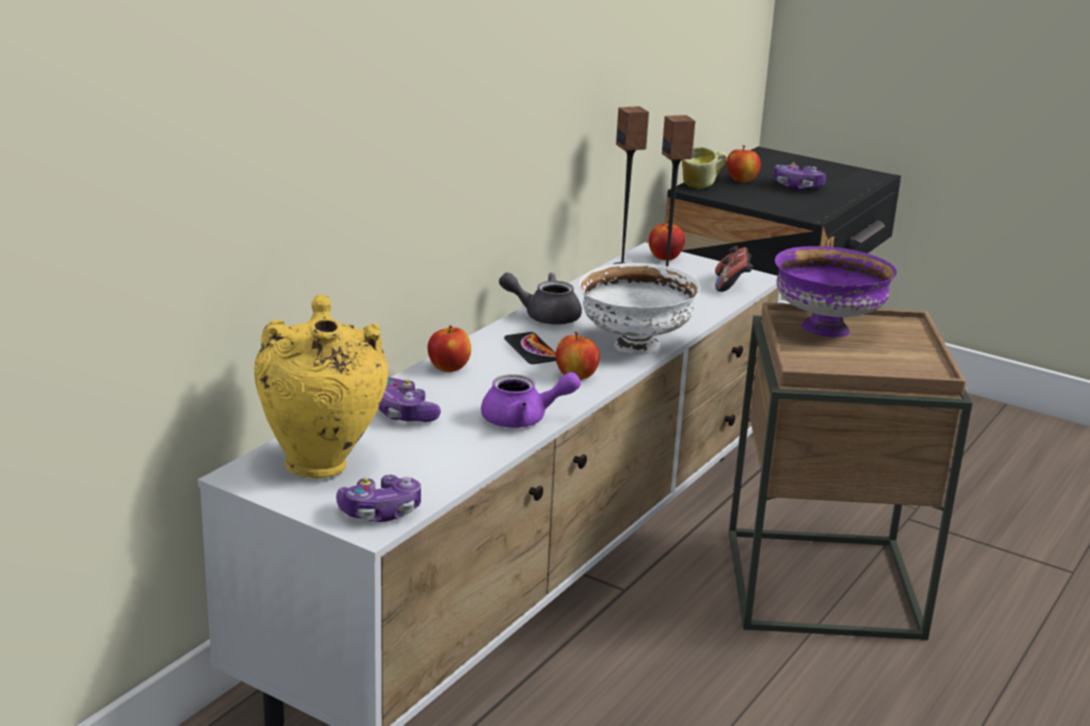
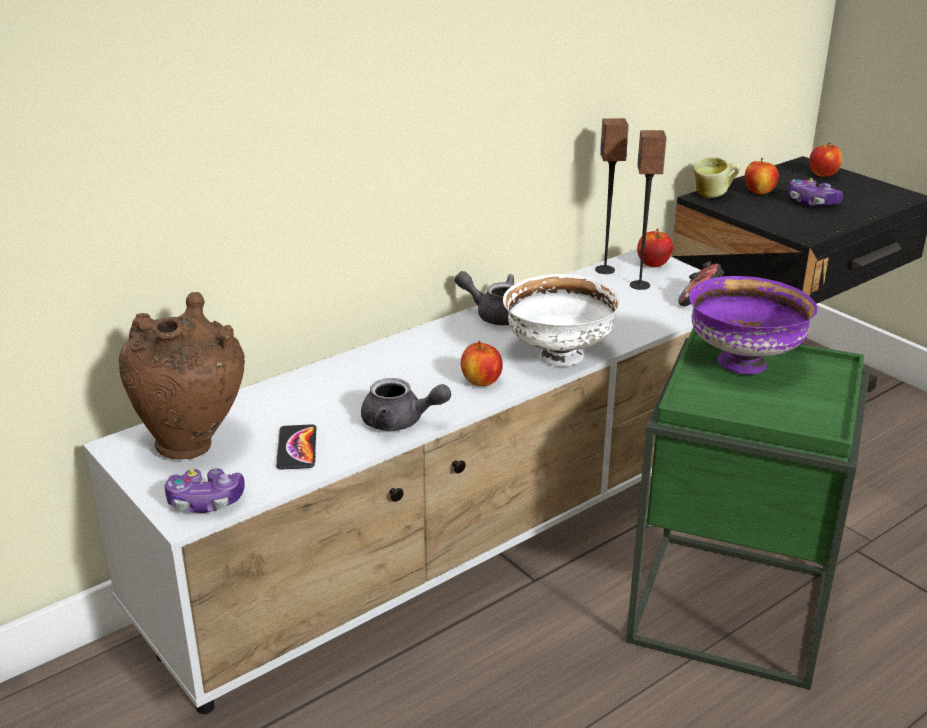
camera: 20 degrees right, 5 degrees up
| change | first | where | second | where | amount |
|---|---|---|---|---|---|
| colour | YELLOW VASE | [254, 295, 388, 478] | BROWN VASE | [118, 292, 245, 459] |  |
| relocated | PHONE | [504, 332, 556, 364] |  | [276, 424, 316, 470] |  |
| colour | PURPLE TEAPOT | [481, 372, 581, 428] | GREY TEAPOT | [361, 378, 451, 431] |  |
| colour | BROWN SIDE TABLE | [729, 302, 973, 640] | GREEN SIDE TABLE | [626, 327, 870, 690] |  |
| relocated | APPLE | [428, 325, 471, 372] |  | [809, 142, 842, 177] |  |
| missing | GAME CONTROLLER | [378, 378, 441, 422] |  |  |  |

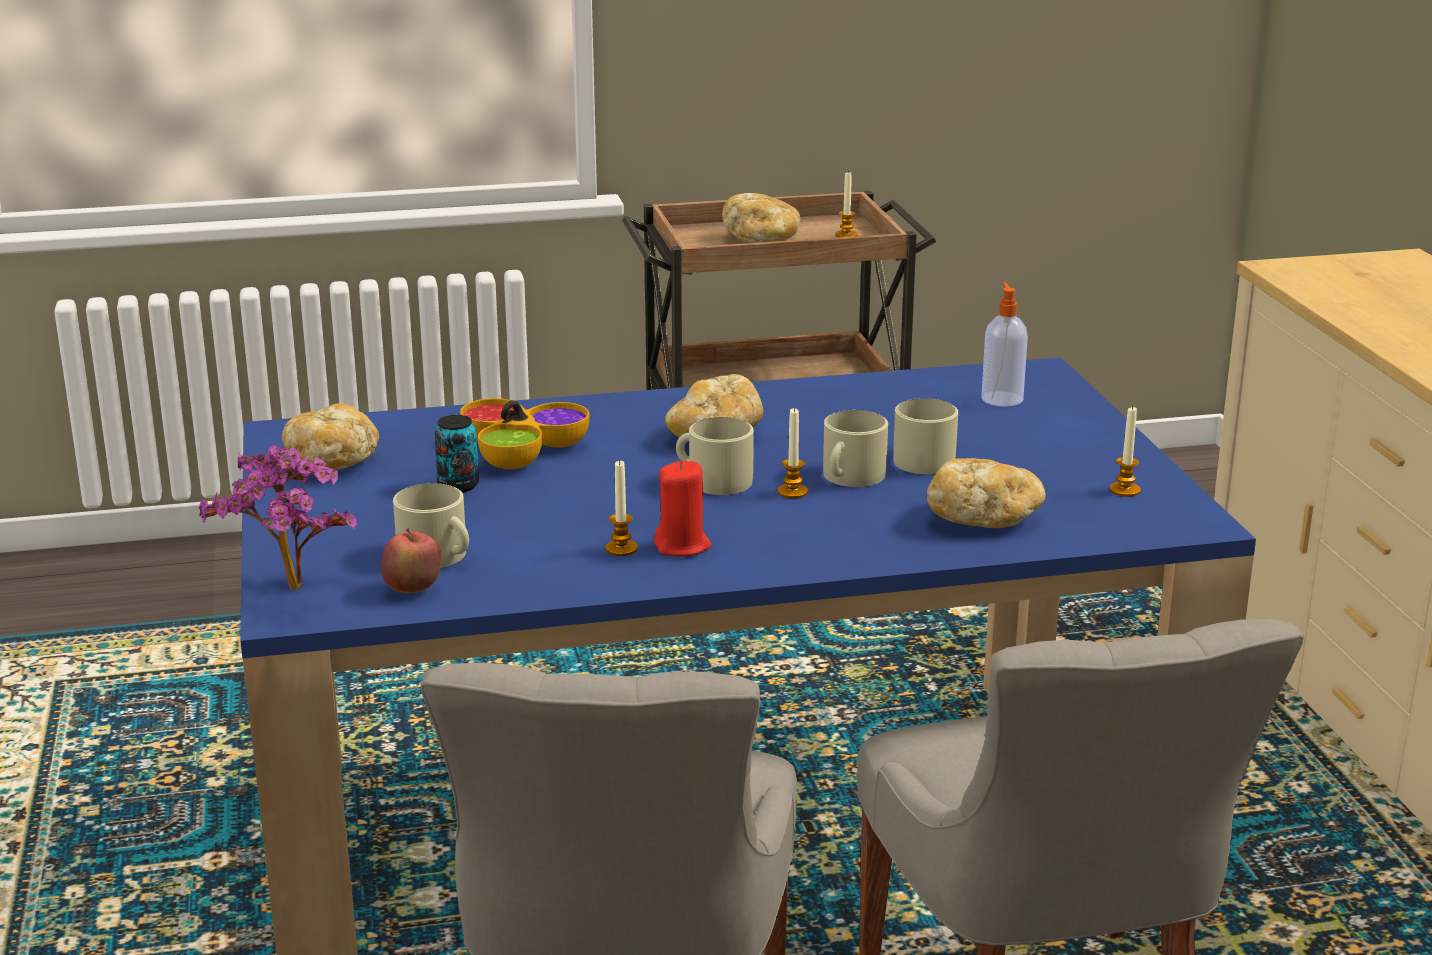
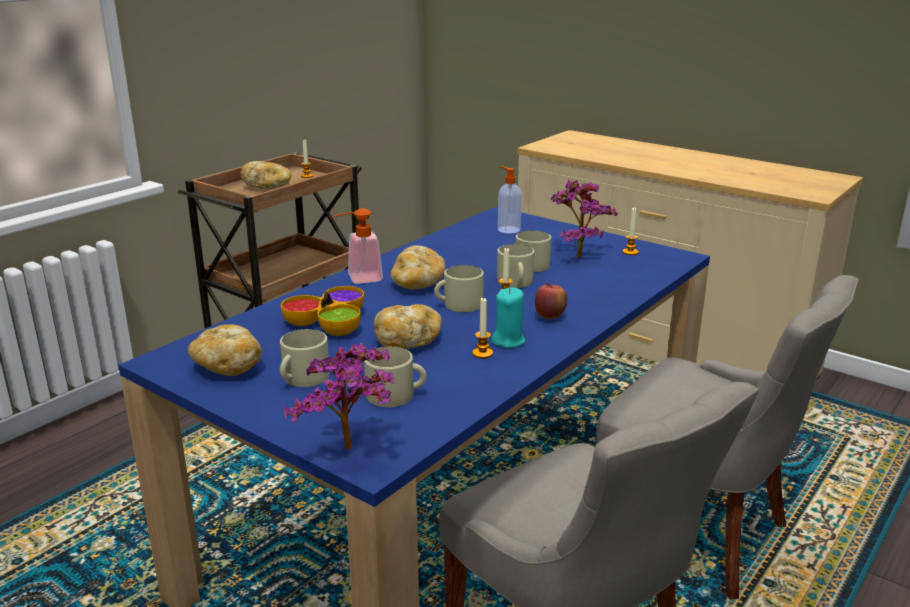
camera: 40 degrees left, 0 degrees up
| change | first | where | second | where | amount |
|---|---|---|---|---|---|
| appeared |  |  | BEIGE MUG | [280, 329, 329, 387] |  |
| appeared |  |  | SOAP DISPENSER | [332, 208, 383, 284] |  |
| relocated | BREAD | [927, 458, 1046, 528] |  | [374, 304, 442, 349] |  |
| colour | RED CANDLE | [654, 461, 711, 557] | TURQUOISE CANDLE | [491, 287, 525, 348] |  |
| relocated | APPLE | [381, 528, 442, 593] |  | [535, 283, 567, 319] |  |
| appeared |  |  | POTTED PLANT | [550, 180, 618, 259] |  |
| missing | CAN | [434, 415, 479, 492] |  |  |  |

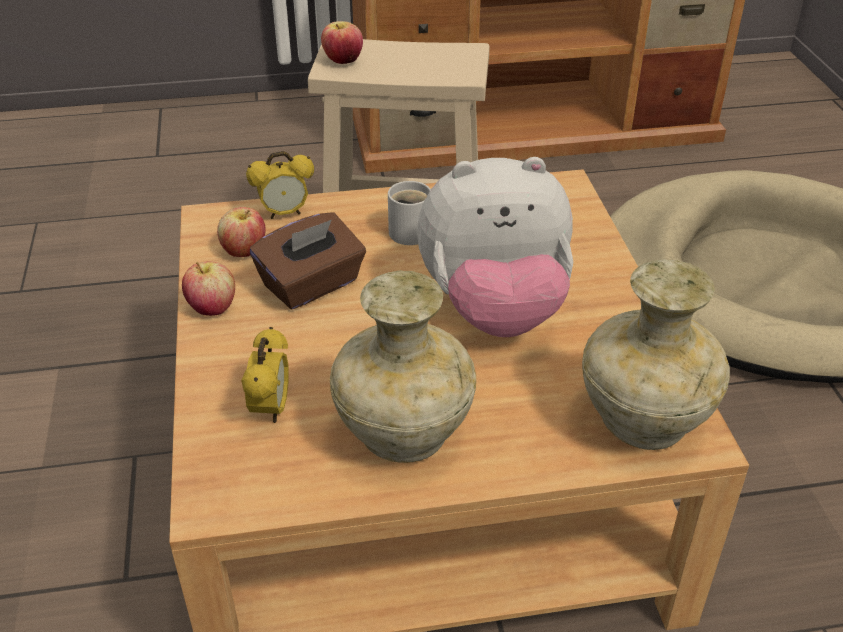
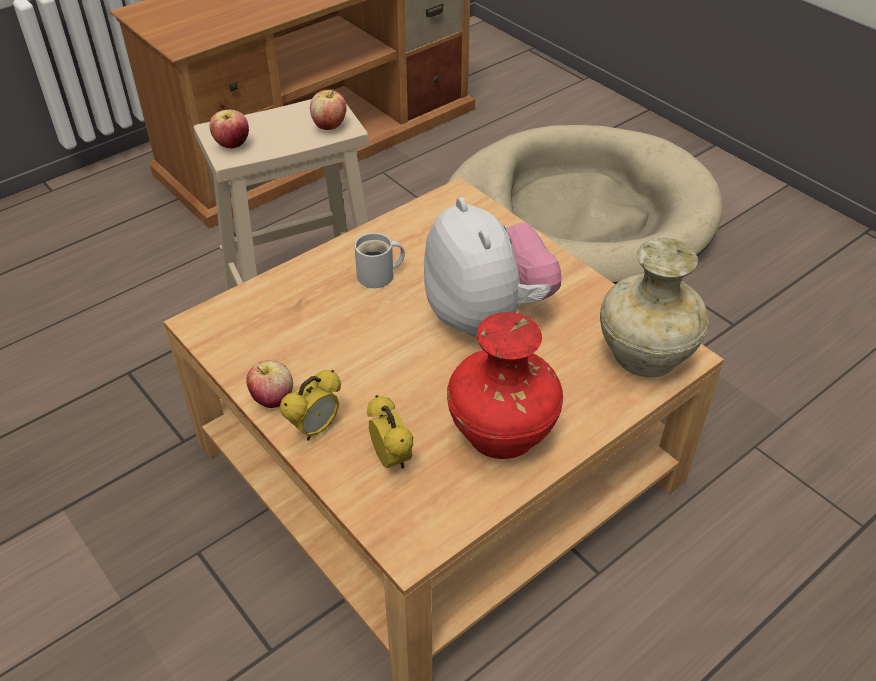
camera: 30 degrees left, 5 degrees up
| change | first | where | second | where | amount |
|---|---|---|---|---|---|
| relocated | ALARM CLOCK | [246, 151, 314, 219] |  | [280, 370, 341, 441] |  |
| relocated | APPLE | [217, 207, 266, 257] |  | [310, 89, 347, 130] |  |
| spun | PLUSH TOY | [417, 157, 573, 337] |  | [424, 197, 561, 337] | 75 degrees counterclockwise |
| colour | BEIGE VASE | [330, 270, 476, 463] | RED VASE | [447, 312, 563, 459] |  |
| missing | BROWN TISSUE BOX | [250, 213, 366, 309] |  |  |  |

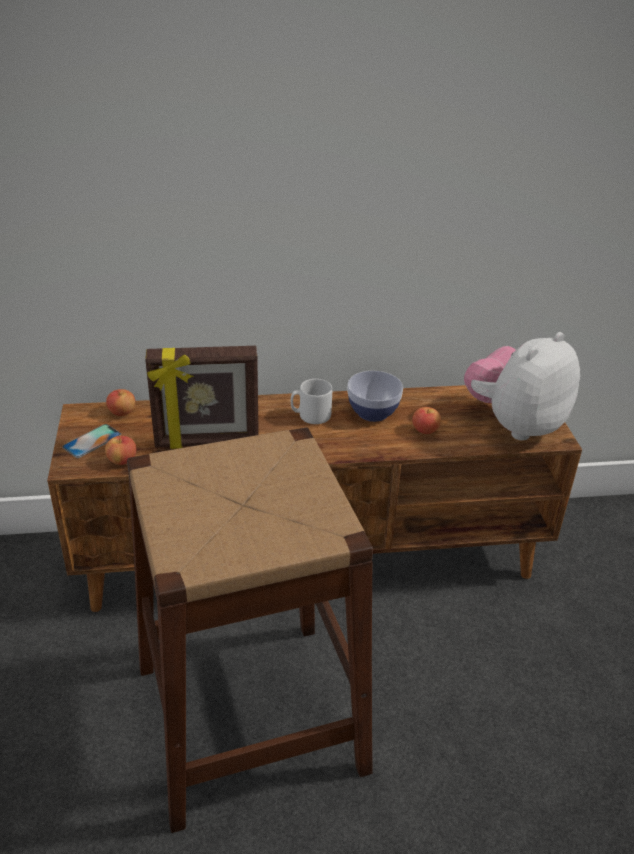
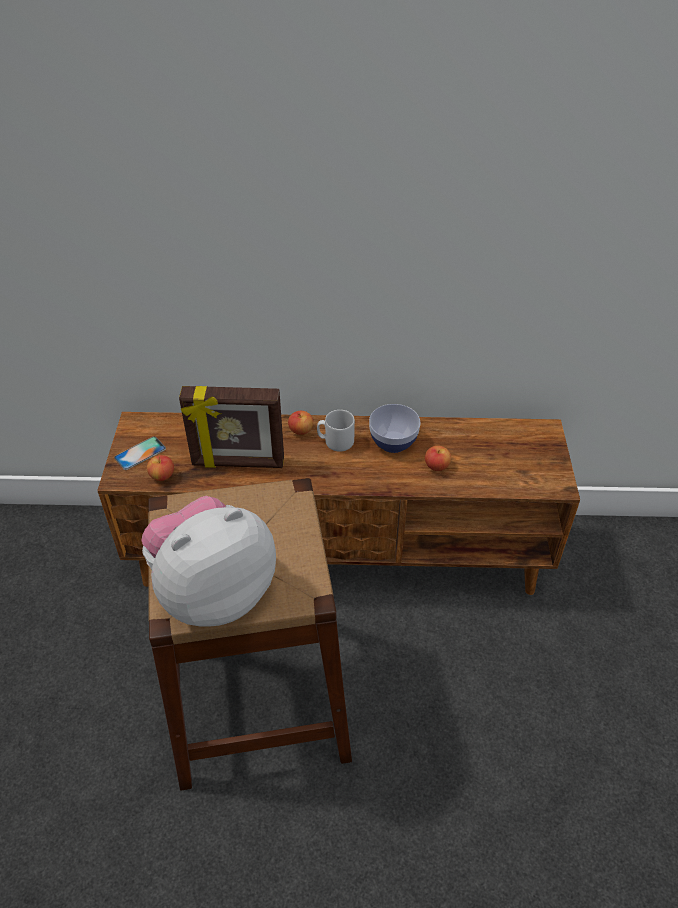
camera: 10 degrees right, 10 degrees up
| change | first | where | second | where | amount |
|---|---|---|---|---|---|
| relocated | PLUSH TOY | [464, 332, 580, 441] |  | [141, 496, 276, 627] |  |
| relocated | APPLE | [106, 389, 135, 416] |  | [288, 411, 313, 435] |  |

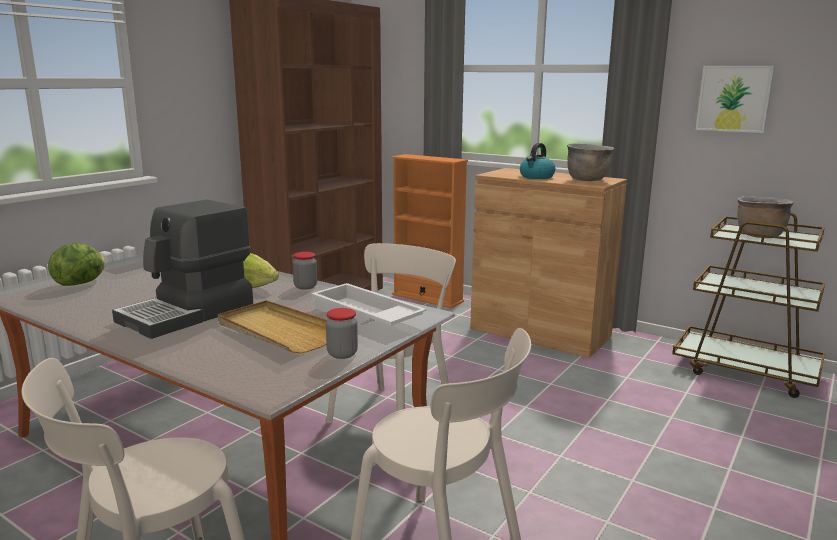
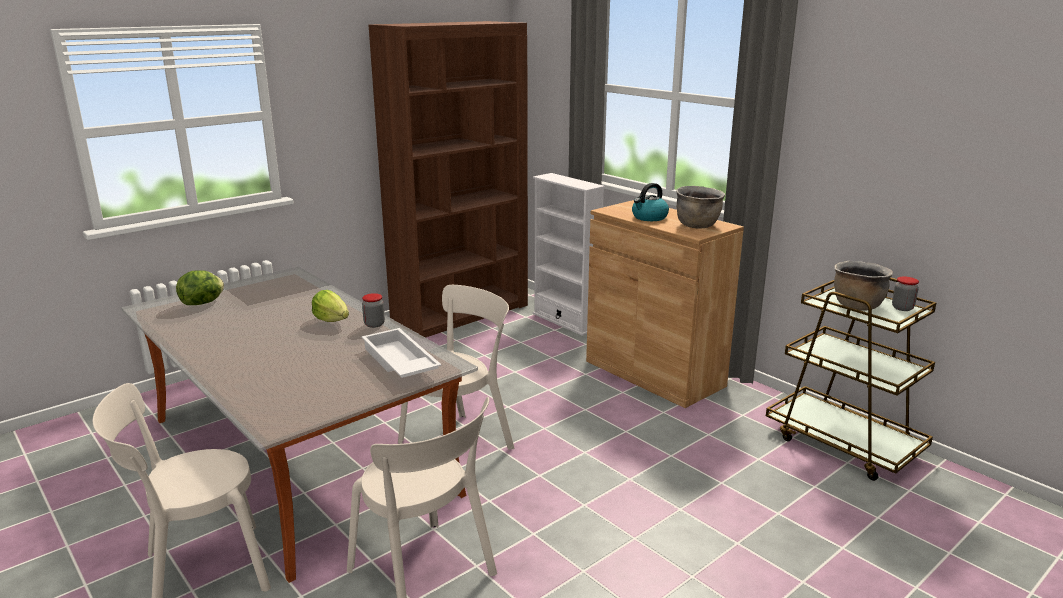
camera: 15 degrees right, 5 degrees up
| change | first | where | second | where | amount |
|---|---|---|---|---|---|
| colour | ORANGE BOOKCASE | [392, 154, 468, 308] | WHITE BOOKCASE | [533, 173, 605, 336] |  |
| relocated | JAR | [326, 308, 358, 359] |  | [892, 276, 919, 311] |  |
| missing | COFFEE MACHINE | [112, 200, 253, 339] |  |  |  |
| missing | BEIGE TRAY | [218, 300, 327, 353] |  |  |  |
| missing | PICTURE | [696, 66, 775, 133] |  |  |  |

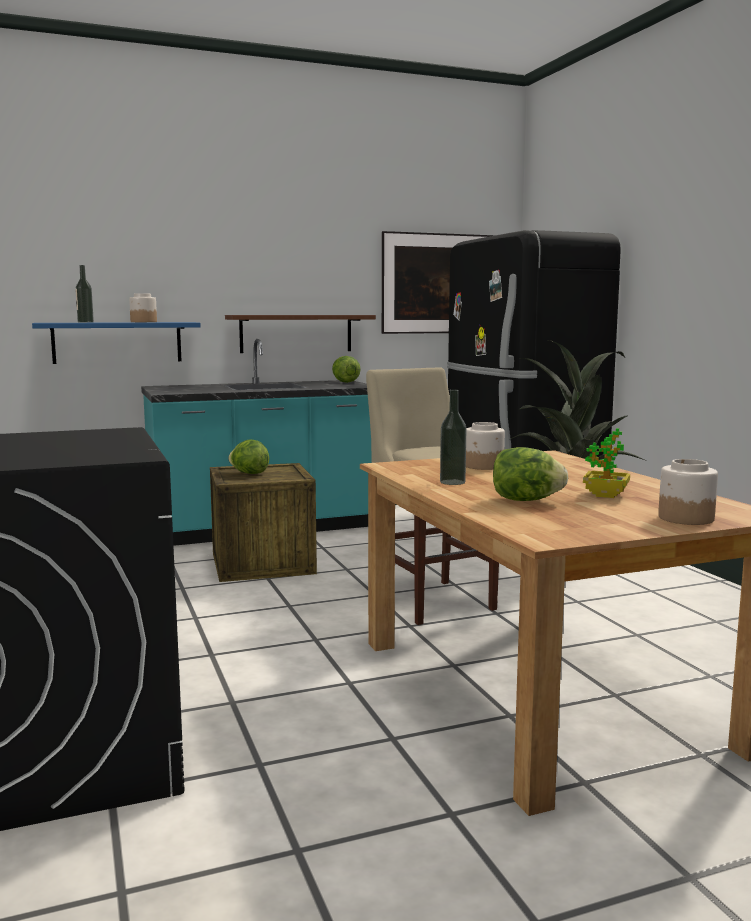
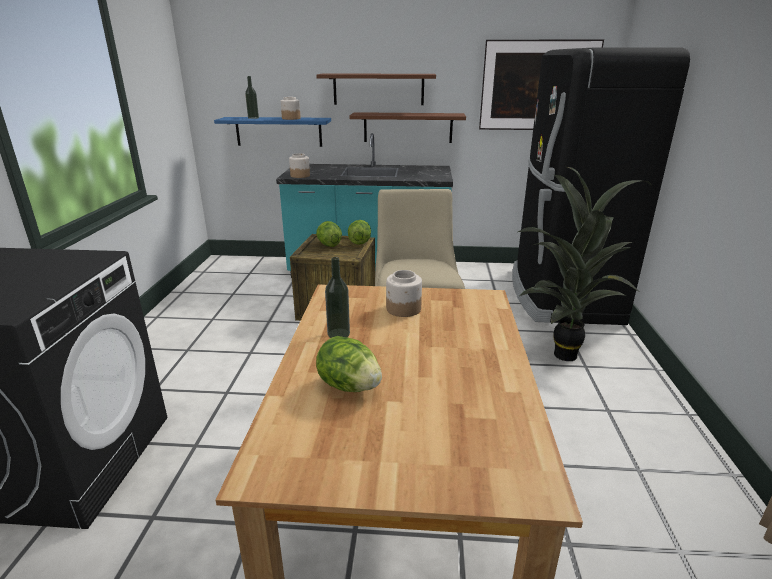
camera: 25 degrees right, 15 degrees up
| change | first | where | second | where | amount |
|---|---|---|---|---|---|
| relocated | JAR | [658, 459, 718, 525] |  | [289, 153, 310, 178] |  |
| appeared |  |  | BROWN SHELF | [316, 73, 436, 105] |  |
| relocated | LETTUCE | [332, 356, 361, 383] |  | [348, 220, 371, 245] |  |
| missing | POTTED PLANT | [583, 428, 630, 498] |  |  |  |

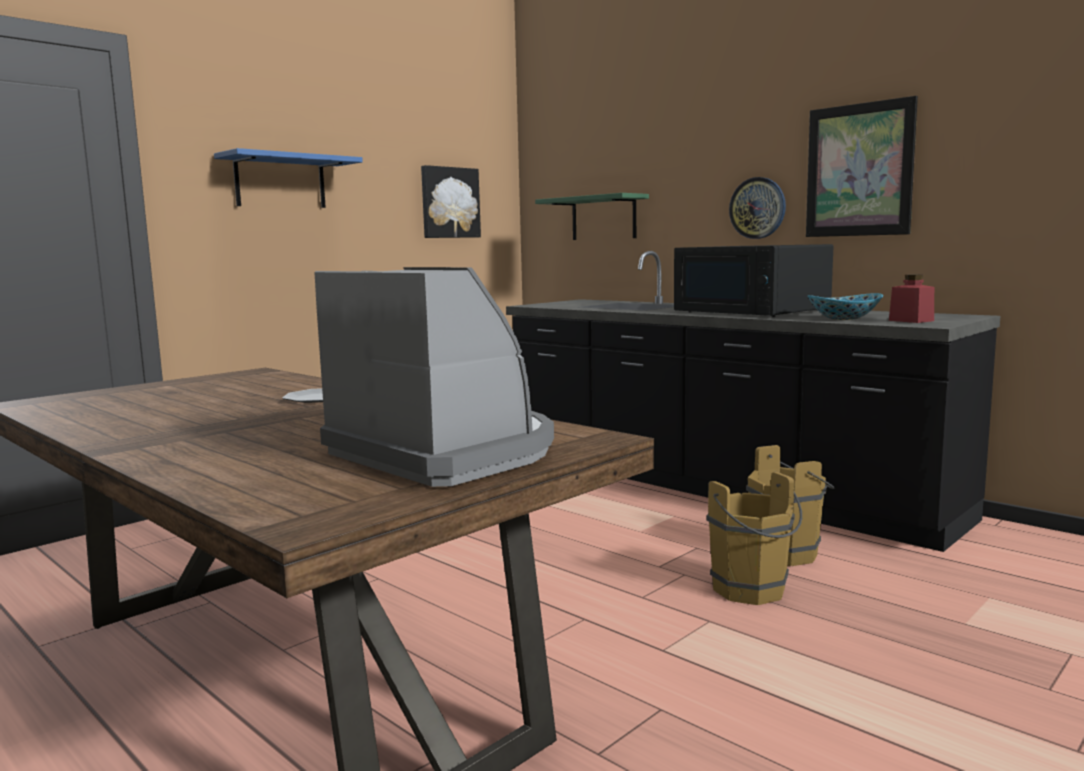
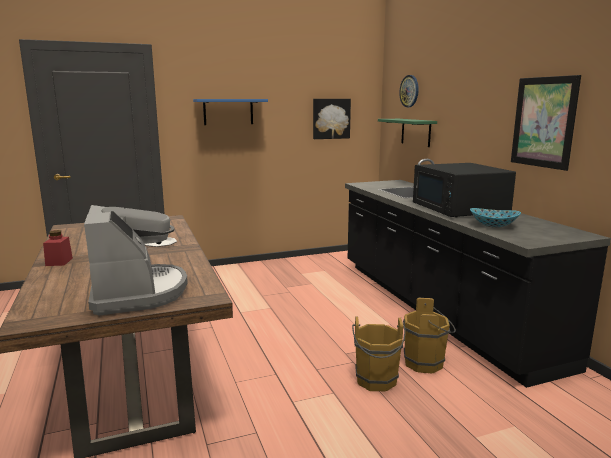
camera: 25 degrees right, 5 degrees up
| change | first | where | second | where | amount |
|---|---|---|---|---|---|
| relocated | RED JAR | [889, 274, 934, 323] |  | [43, 230, 73, 266] |  |
| relocated | WALL CLOCK | [729, 177, 786, 239] |  | [399, 75, 419, 107] |  |

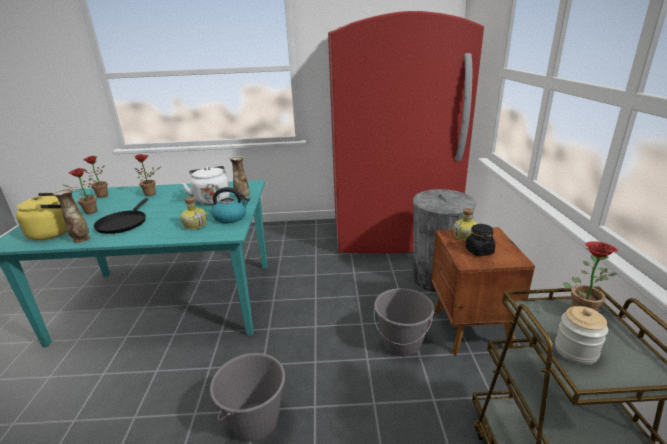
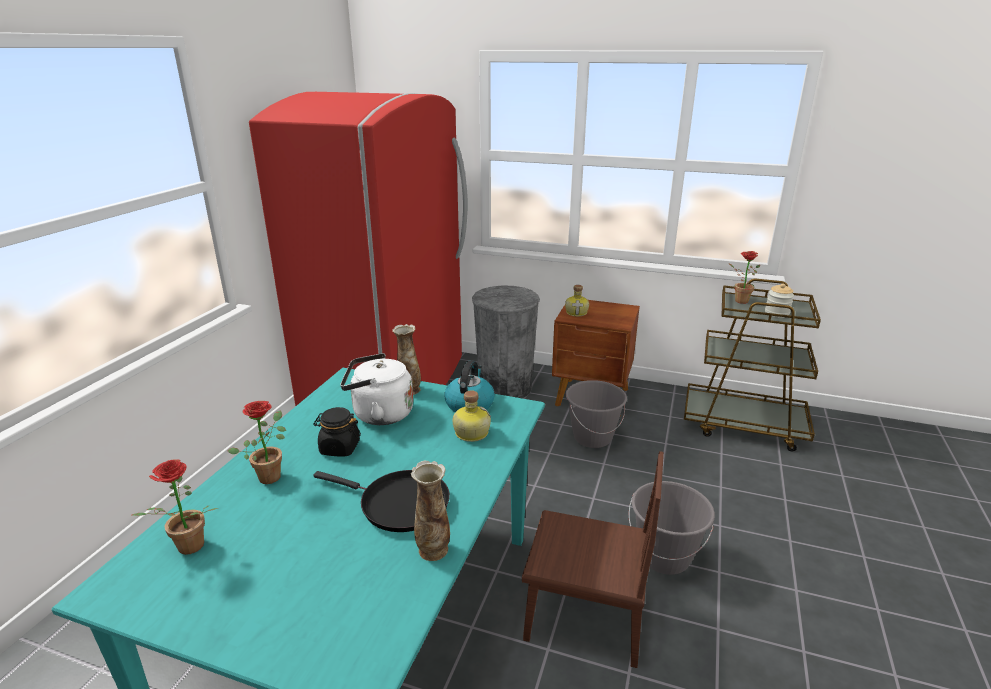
camera: 70 degrees left, 0 degrees up
| change | first | where | second | where | amount |
|---|---|---|---|---|---|
| relocated | BLACK JAR | [465, 224, 496, 256] |  | [313, 407, 361, 456] |  |
| appeared |  |  | BROWN CHAIR | [522, 451, 664, 668] |  |
| missing | YELLOW KETTLE | [16, 193, 67, 240] |  |  |  |
| missing | POTTED PLANT | [62, 168, 97, 214] |  |  |  |

